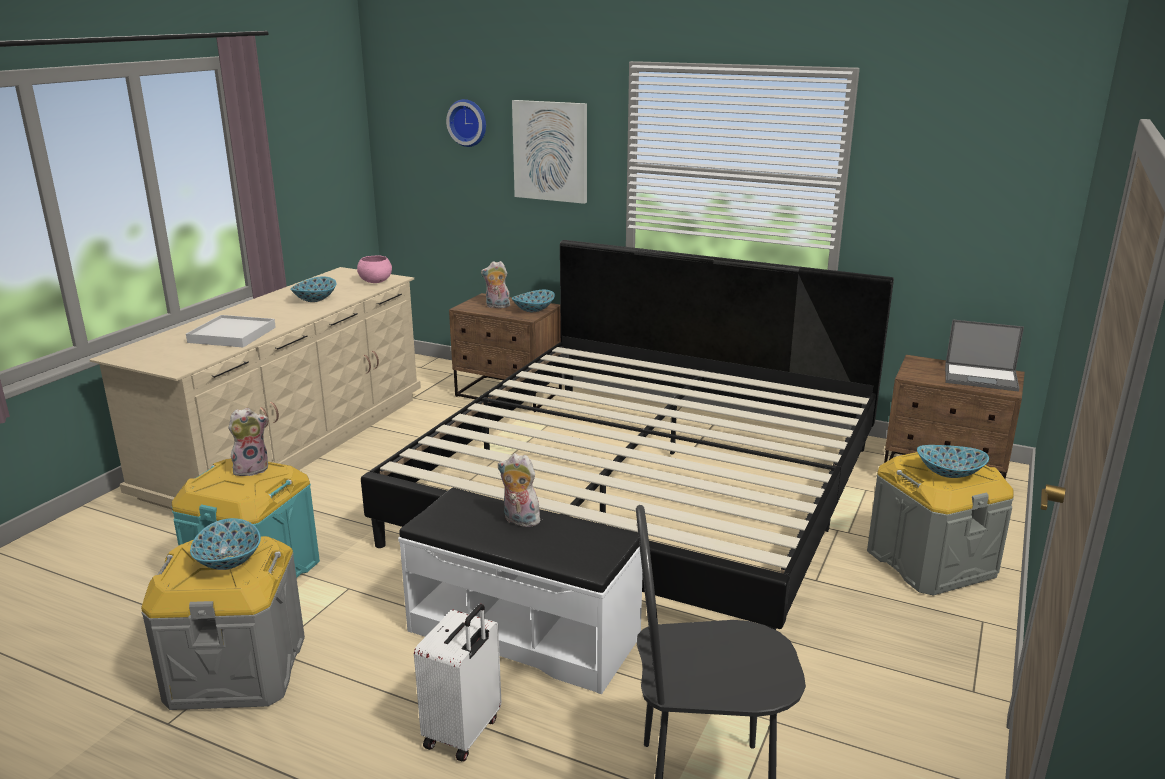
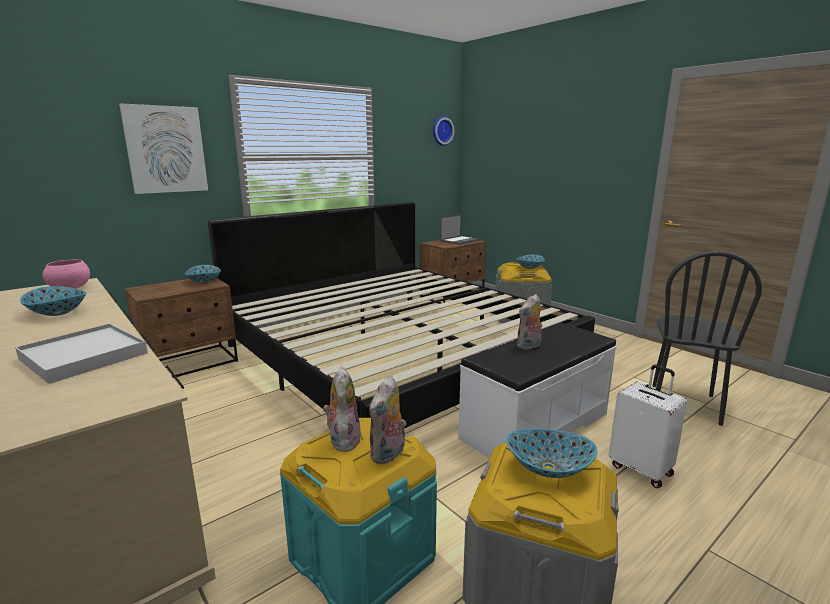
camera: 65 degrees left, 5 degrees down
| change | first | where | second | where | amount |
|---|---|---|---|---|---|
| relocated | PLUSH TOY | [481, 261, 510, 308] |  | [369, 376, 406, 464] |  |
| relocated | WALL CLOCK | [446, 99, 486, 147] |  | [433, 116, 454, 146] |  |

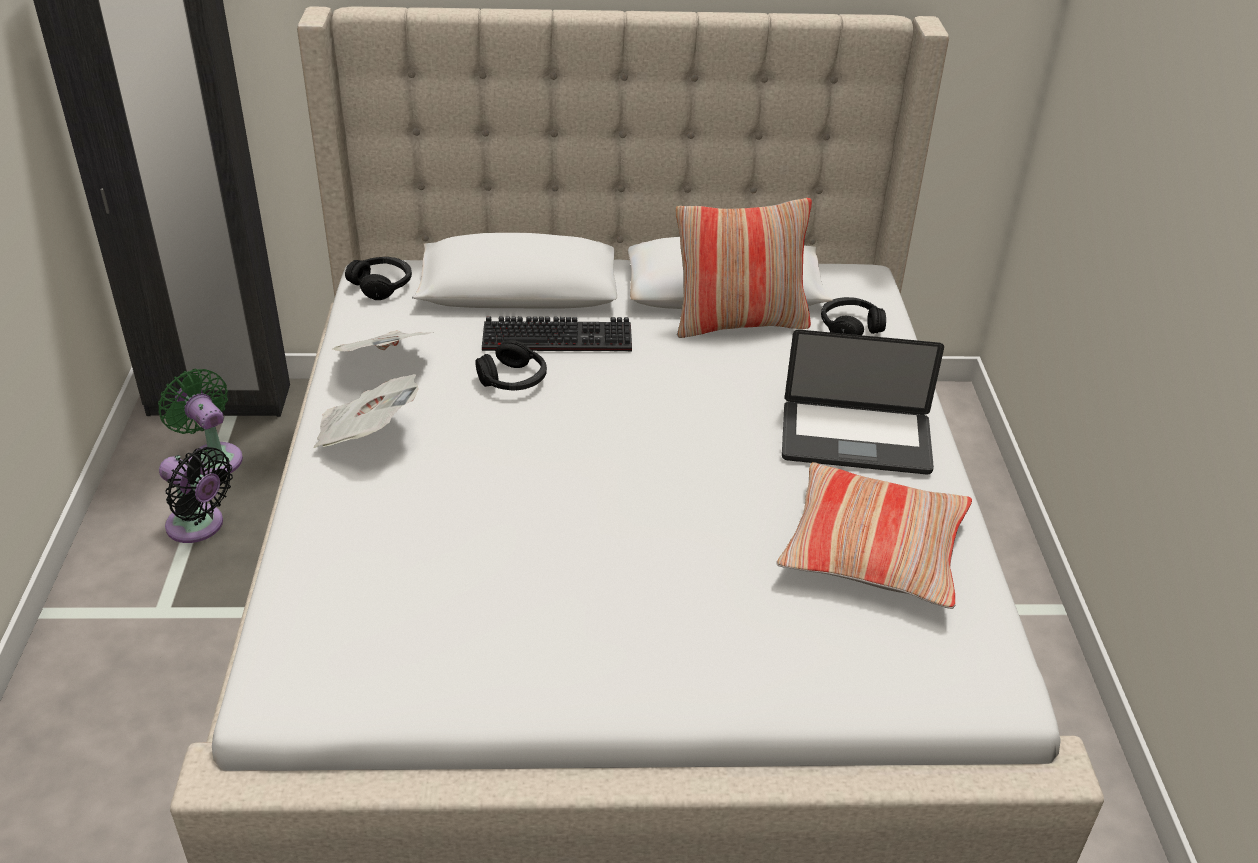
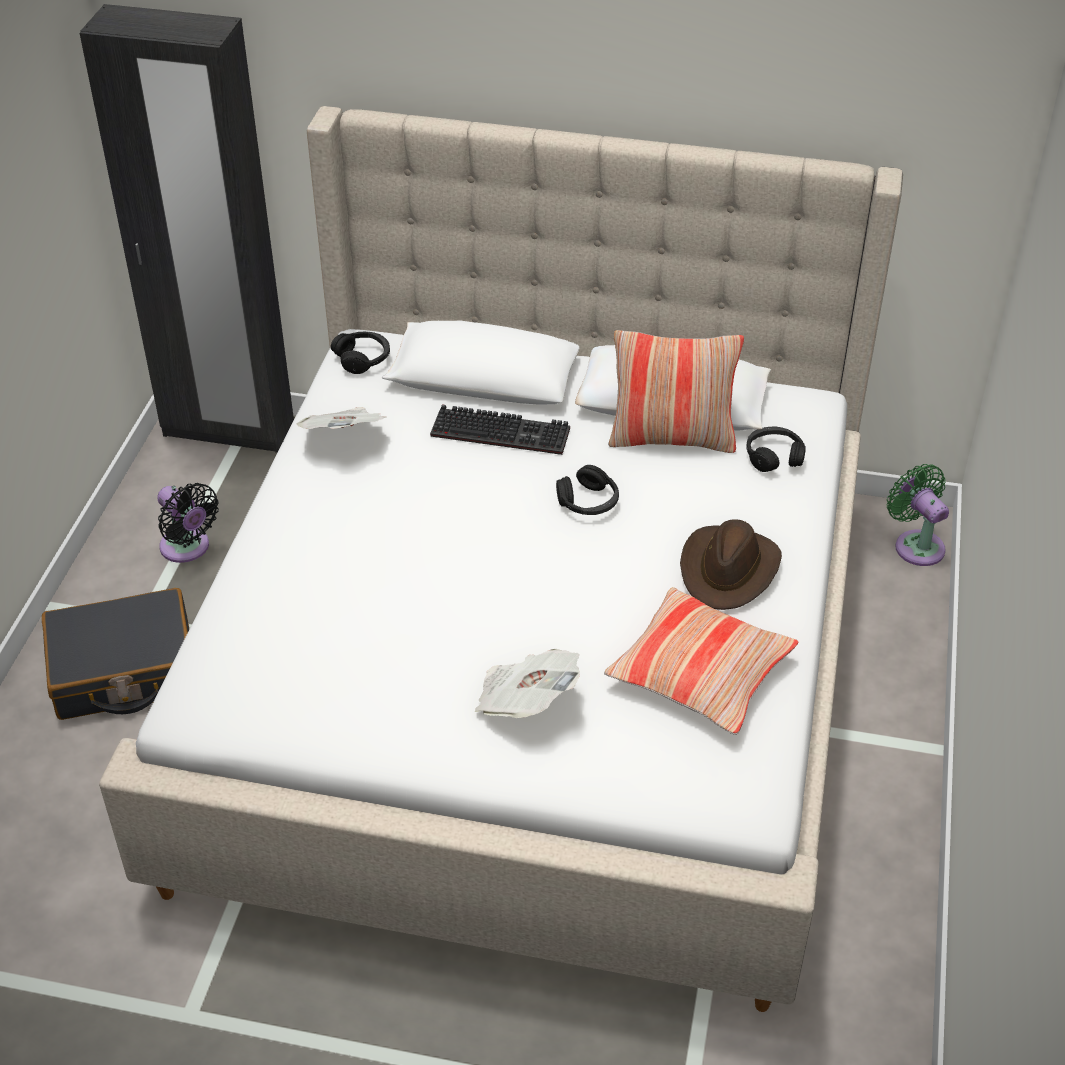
camera: 15 degrees right, 5 degrees up
| change | first | where | second | where | amount |
|---|---|---|---|---|---|
| appeared |  |  | BLACK SUITCASE | [42, 588, 189, 720] |  |
| relocated | NEWSPAPER | [314, 374, 418, 448] |  | [475, 649, 580, 718] |  |
| relocated | BLACK HEADPHONES | [475, 340, 547, 390] |  | [556, 465, 619, 515] |  |
| exchanged | LAPTOP | [782, 330, 944, 475] | BROWN HAT | [680, 519, 782, 610] |  |
| relocated | GREEN FAN | [158, 369, 243, 474] |  | [887, 464, 949, 566] |  |

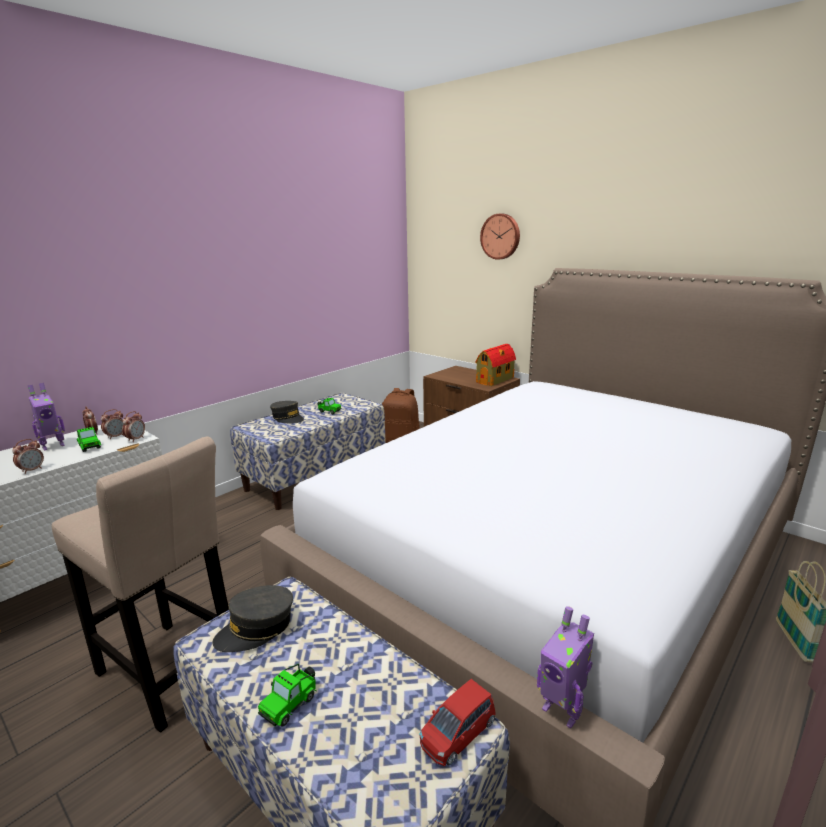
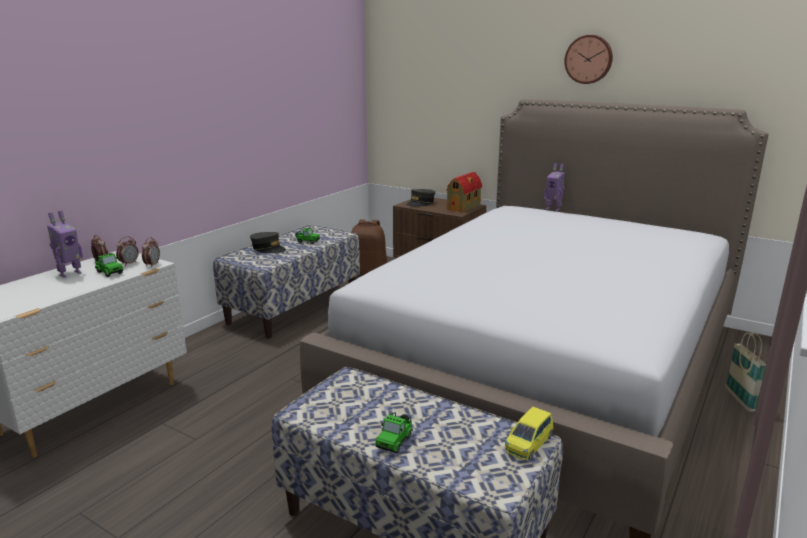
camera: 10 degrees left, 0 degrees up
| change | first | where | second | where | amount |
|---|---|---|---|---|---|
| relocated | GREY CAP | [213, 585, 293, 652] |  | [406, 189, 435, 207] |  |
| colour | RED TOY CAR | [419, 679, 495, 766] | YELLOW TOY CAR | [505, 407, 553, 460] |  |
| relocated | TOY ROBOT | [537, 606, 594, 729] |  | [544, 163, 565, 211] |  |
| relocated | WALL CLOCK | [480, 214, 520, 260] |  | [564, 35, 613, 84] |  |
| missing | ALARM CLOCK | [12, 439, 44, 474] |  |  |  |
| missing | BEIGE STOOL | [52, 437, 229, 733] |  |  |  |

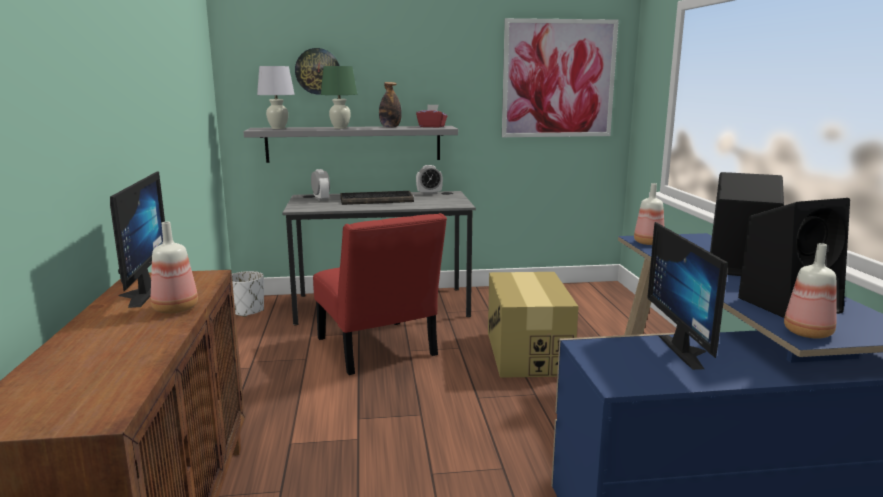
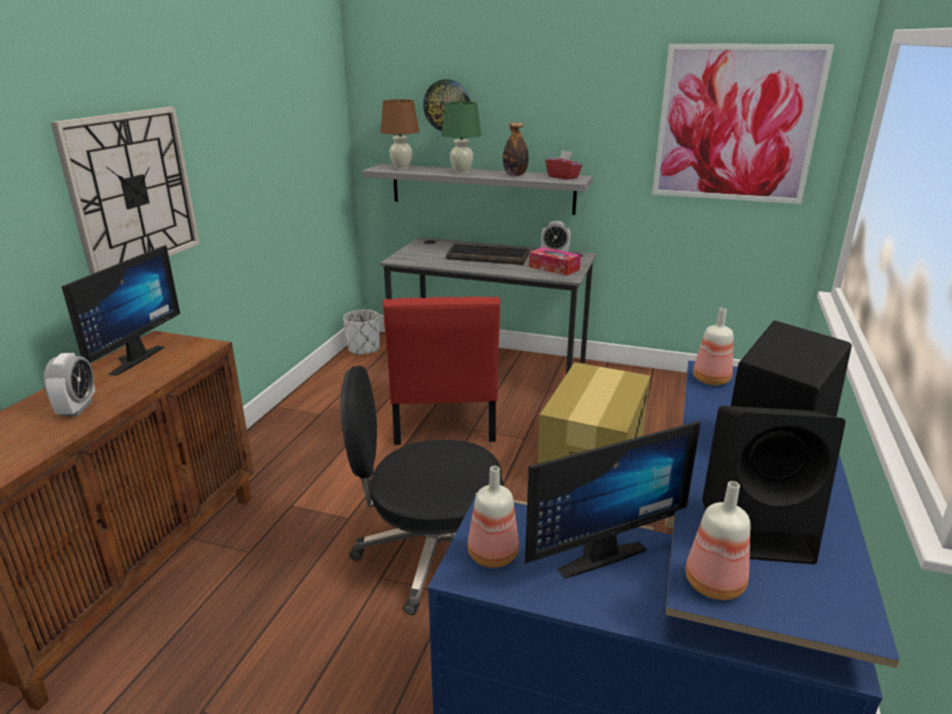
camera: 25 degrees right, 10 degrees up
| change | first | where | second | where | amount |
|---|---|---|---|---|---|
| relocated | ALARM CLOCK | [311, 169, 330, 201] |  | [43, 353, 95, 416] |  |
| appeared |  |  | WALL CLOCK | [51, 107, 200, 275] |  |
| appeared |  |  | BLACK OFFICE CHAIR | [341, 366, 504, 615] |  |
| colour | WHITE TABLE LAMP | [257, 66, 295, 129] | BROWN TABLE LAMP | [380, 99, 419, 169] |  |
| relocated | BOTTLE | [151, 222, 198, 314] |  | [468, 466, 519, 568] |  |
| spun | MONITOR | [647, 222, 728, 370] |  | [525, 421, 701, 579] | 135 degrees counterclockwise |
| appeared |  |  | TISSUE BOX | [529, 247, 581, 276] |  |

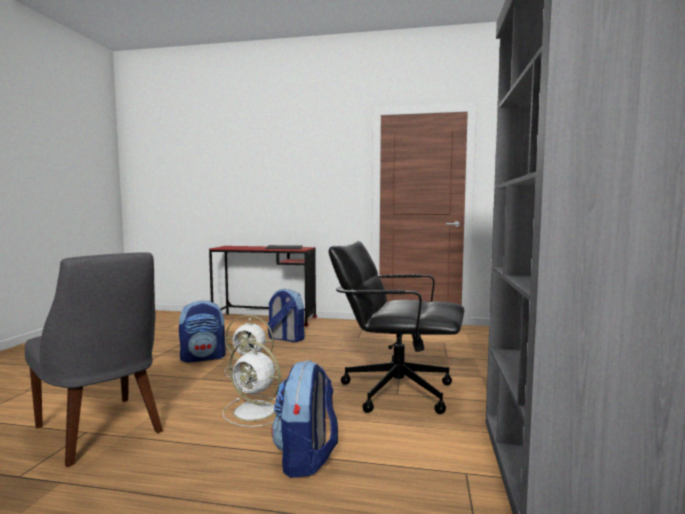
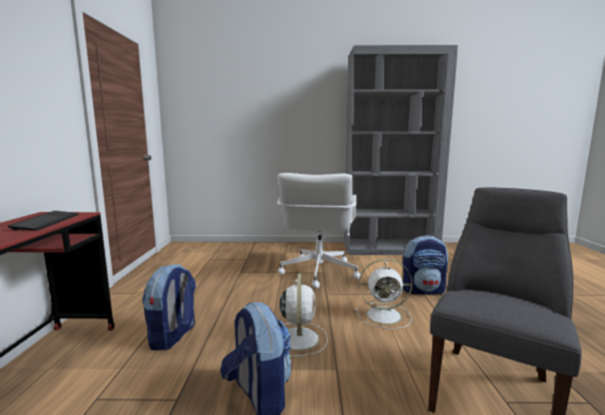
camera: 100 degrees left, 5 degrees up
| change | first | where | second | where | amount |
|---|---|---|---|---|---|
| colour | BLACK OFFICE CHAIR | [329, 240, 464, 414] | WHITE OFFICE CHAIR | [277, 173, 361, 289] |  |
| spun | WHITE FAN | [223, 341, 281, 427] |  | [355, 259, 413, 329] | 75 degrees clockwise |

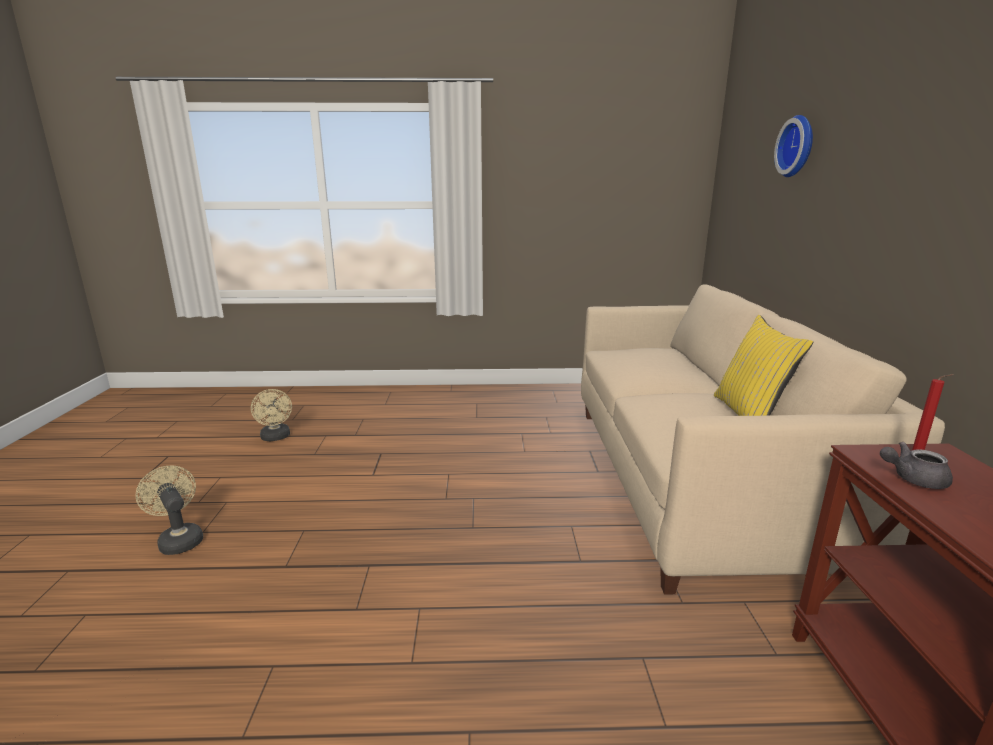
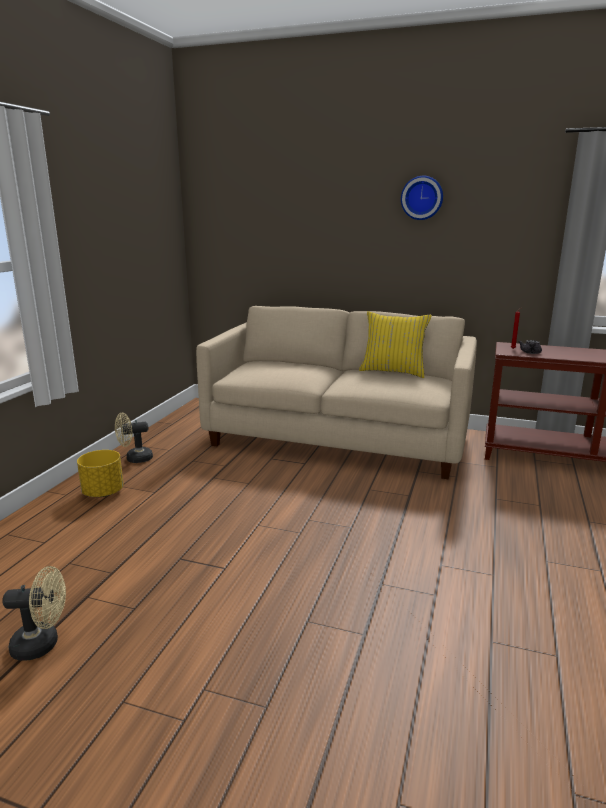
camera: 70 degrees left, 0 degrees up
| change | first | where | second | where | amount |
|---|---|---|---|---|---|
| appeared |  |  | YELLOW PLANTER | [77, 450, 124, 497] |  |
| relocated | BEIGE FAN | [135, 466, 203, 555] |  | [115, 413, 153, 463] |  |
| relocated | WALL CLOCK | [774, 115, 813, 177] |  | [401, 176, 443, 220] |  |

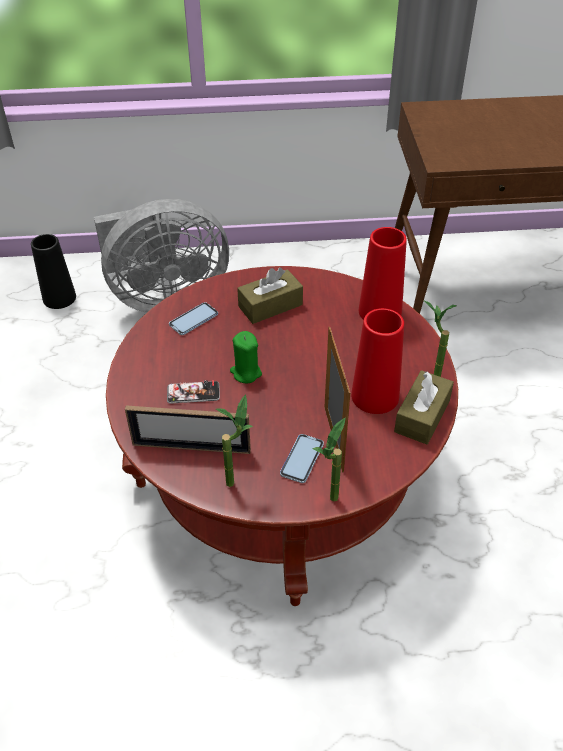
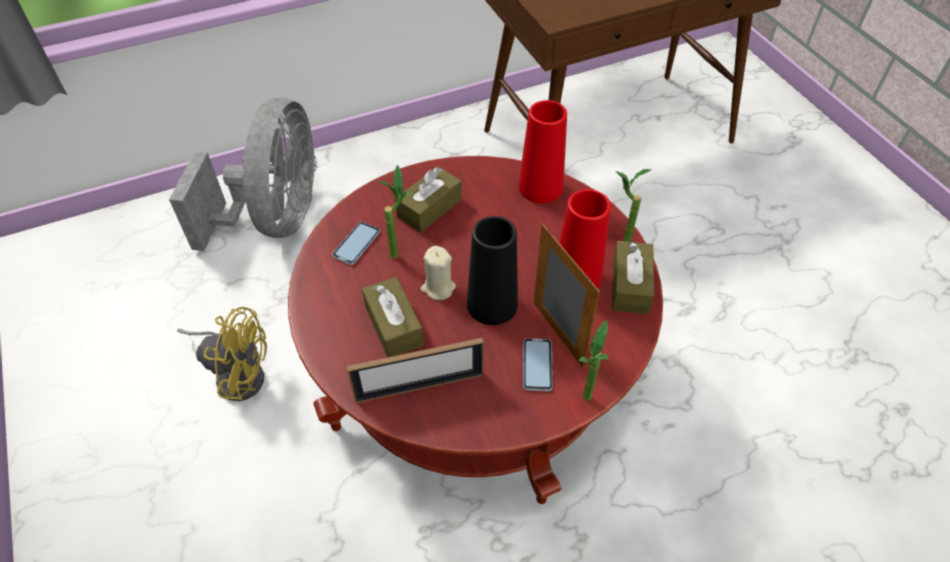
camera: 20 degrees left, 5 degrees up
| change | first | where | second | where | amount |
|---|---|---|---|---|---|
| spun | GREY FAN | [94, 199, 229, 313] |  | [169, 98, 317, 251] | 45 degrees counterclockwise |
| appeared |  |  | YELLOW FAN | [177, 307, 267, 401] |  |
| exchanged | PHONE | [167, 380, 220, 404] | BROWN TISSUE BOX | [362, 277, 424, 357] |  |
| relocated | POTTED PLANT | [216, 394, 253, 487] |  | [378, 164, 411, 259] |  |
| colour | GREEN CANDLE | [230, 331, 262, 383] | BEIGE CANDLE | [421, 246, 456, 300] |  |
| relocated | BLACK VASE | [31, 234, 76, 309] |  | [467, 216, 518, 325] |  |

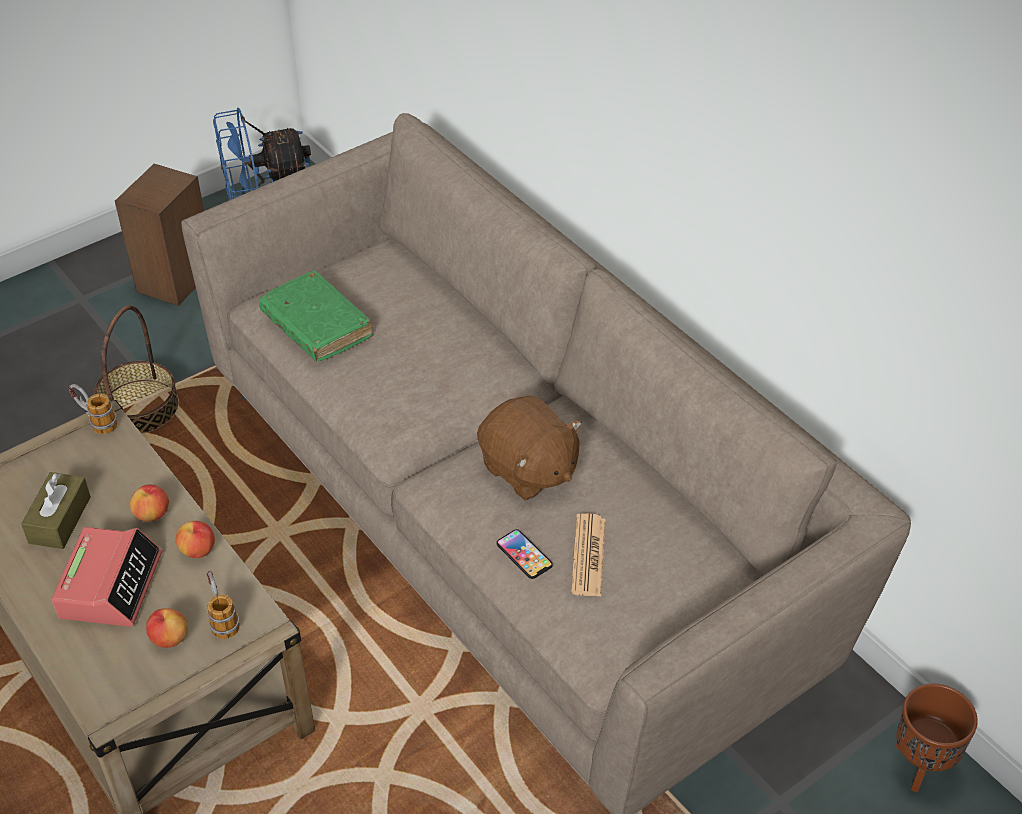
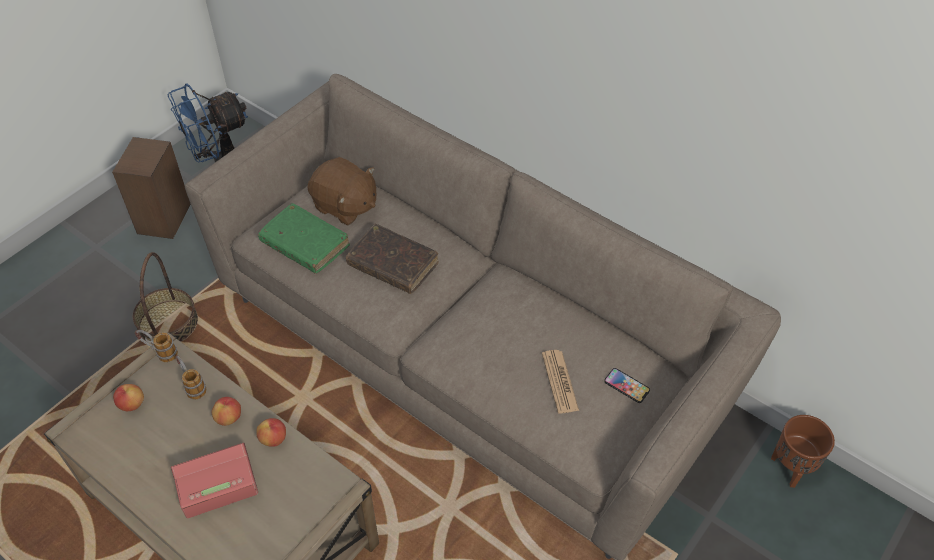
camera: 15 degrees left, 5 degrees up
| change | first | where | second | where | amount |
|---|---|---|---|---|---|
| relocated | APPLE | [146, 608, 188, 648] |  | [113, 384, 144, 411] |  |
| spun | ALARM CLOCK | [52, 527, 162, 627] |  | [171, 442, 258, 518] | 105 degrees counterclockwise |
| relocated | MUG | [207, 571, 240, 639] |  | [175, 355, 206, 400] |  |
| relocated | BROWN PLUSH TOY | [477, 395, 582, 500] |  | [307, 157, 376, 226] |  |
| appeared |  |  | BROWN BOOK | [346, 224, 439, 294] |  |
| relocated | PHONE | [497, 529, 553, 579] |  | [604, 368, 650, 403] |  |
| missing | BROWN TISSUE BOX | [21, 472, 91, 549] |  |  |  |

